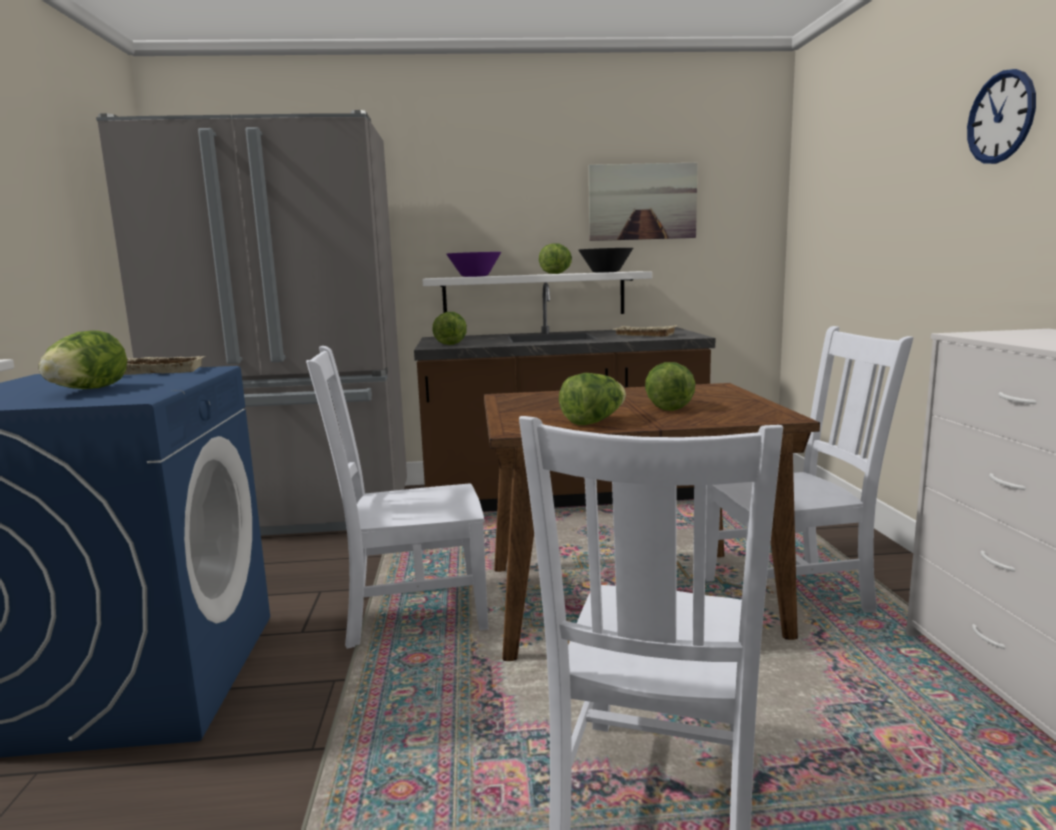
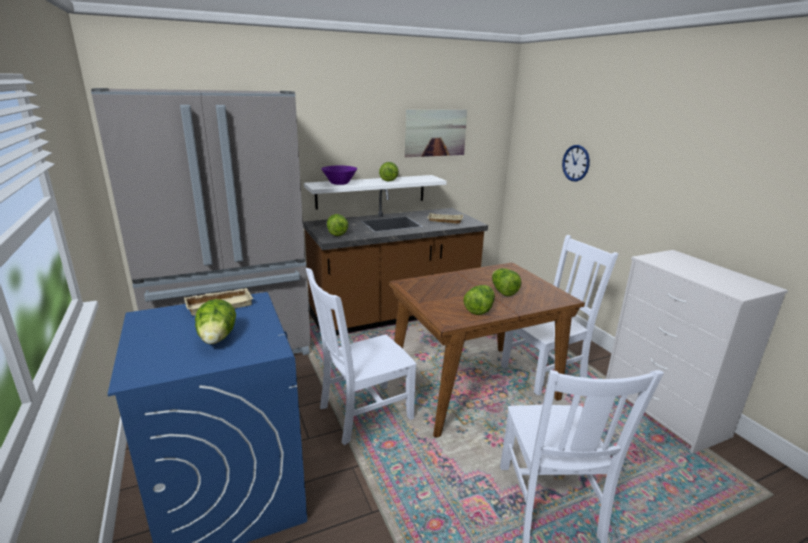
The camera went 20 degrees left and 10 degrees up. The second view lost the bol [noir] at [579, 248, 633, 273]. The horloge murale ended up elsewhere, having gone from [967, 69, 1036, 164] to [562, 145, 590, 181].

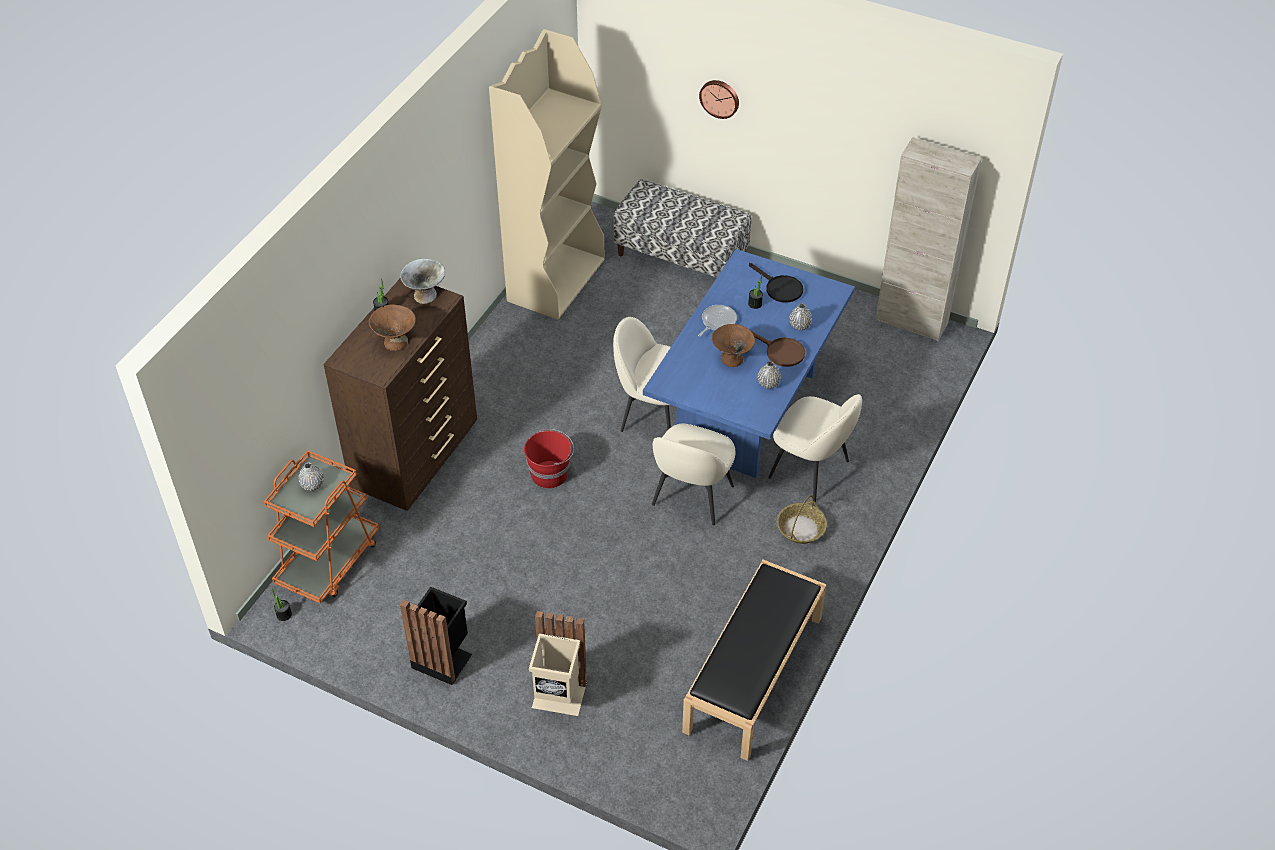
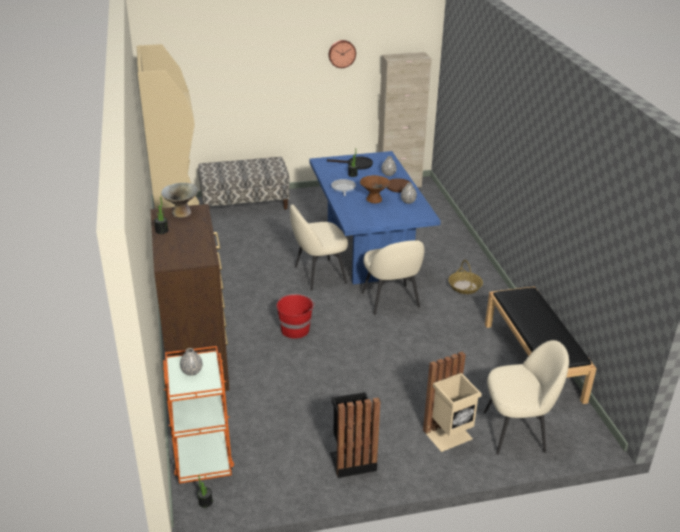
The camera went 40 degrees left and 15 degrees down. The second view lost the bol [marron] at [369, 304, 416, 351]. The horloge murale ended up elsewhere, having gone from [699, 80, 739, 119] to [329, 40, 356, 68]. The chaise [beige] ended up elsewhere, having gone from [768, 394, 862, 502] to [484, 340, 569, 455].

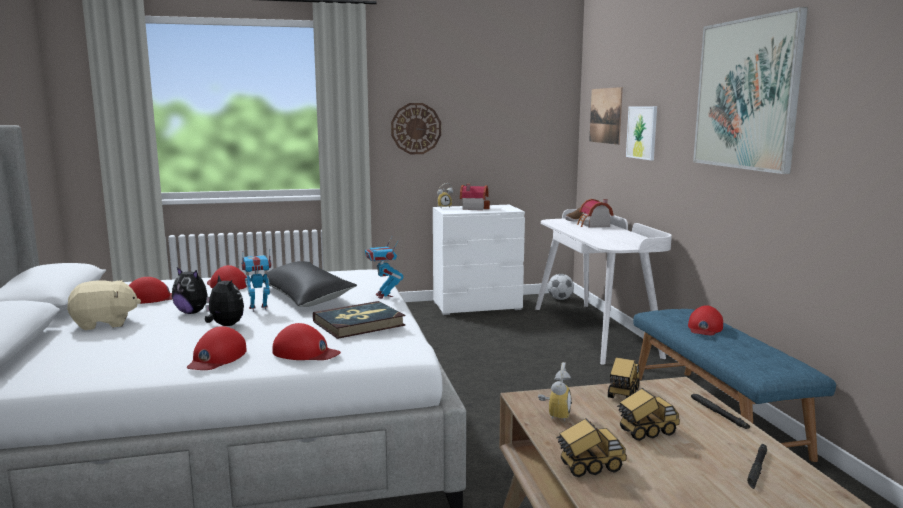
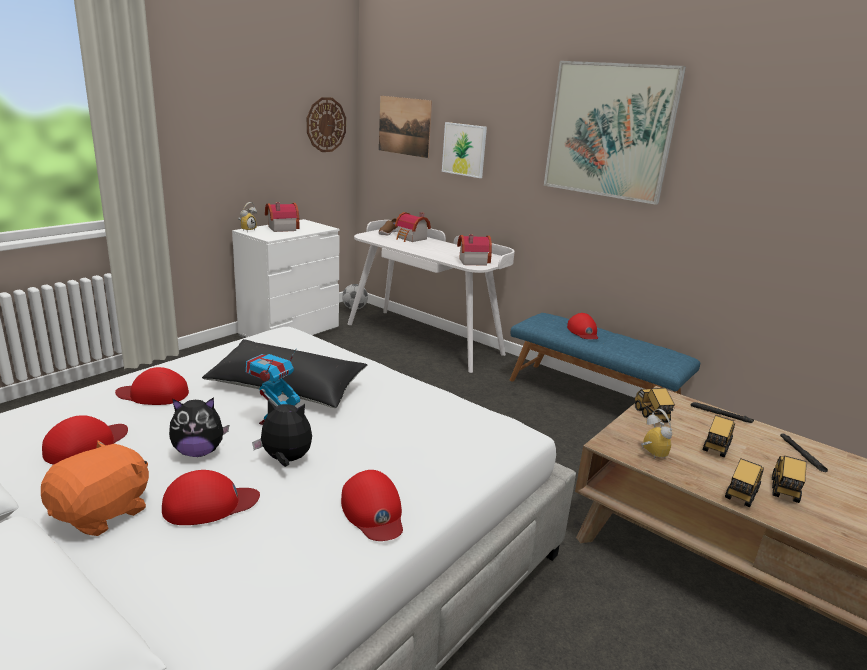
The camera went 40 degrees left and 10 degrees up. The second view lost the livre at [313, 301, 406, 339]. The second view lost the robot jouet at [365, 237, 403, 299]. The second view gained the maison miniature at [457, 234, 492, 266]. The second view gained the camion jouet at [772, 456, 807, 503]. The casquette [rouge] ended up elsewhere, having gone from [272, 323, 341, 360] to [162, 470, 260, 525]. The horloge murale ended up elsewhere, having gone from [391, 103, 441, 154] to [307, 97, 346, 152]. What was the peluche [beige] at [67, 280, 141, 330] turned into the peluche [orange] at [41, 441, 149, 536].

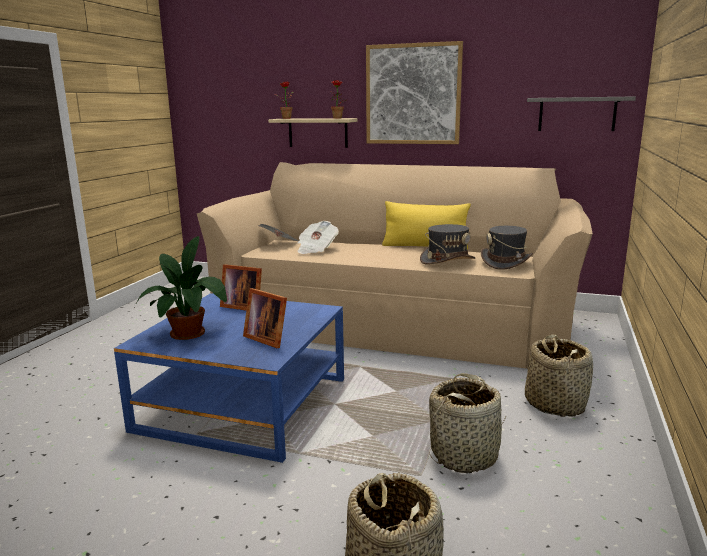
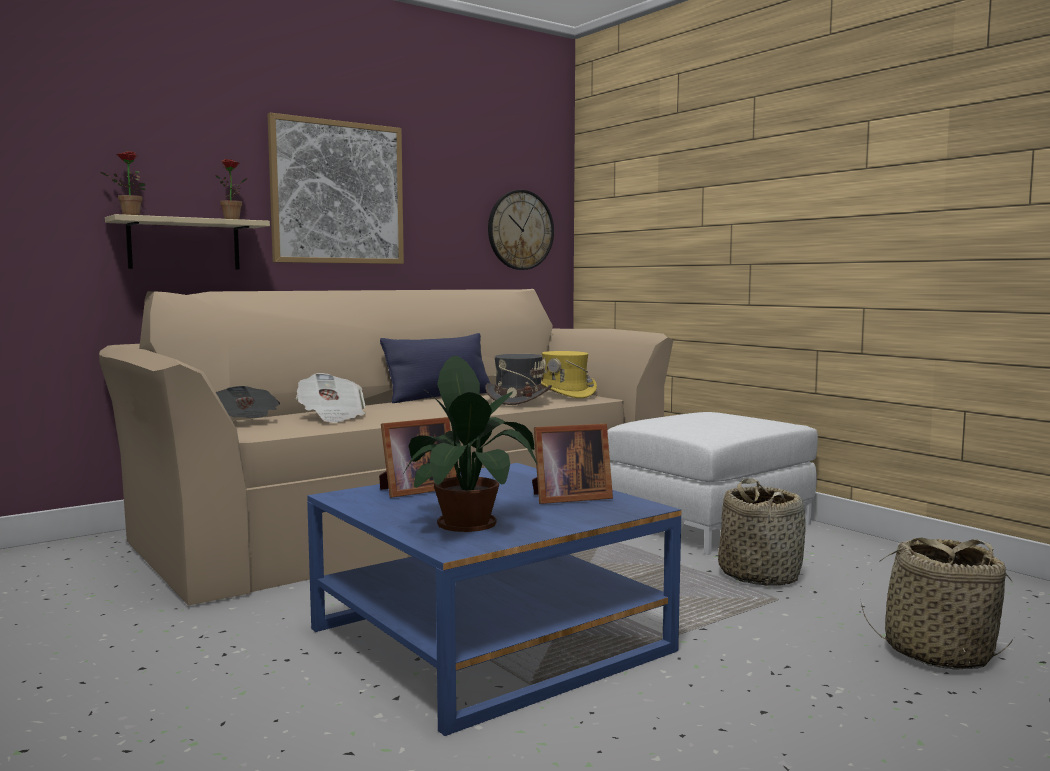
The camera went 55 degrees left and 10 degrees down. Where the panier stood at [525, 334, 593, 417], the pouf [blanc] came to stand at [607, 412, 818, 555]. Where the étagère [gris] hung at [527, 96, 636, 131], the horloge murale came to hang at [488, 190, 554, 270]. What was the coussin [jaune] at [382, 201, 471, 250] turned into the coussin [bleu] at [380, 333, 490, 403]. What was the chapeau [gris] at [481, 226, 533, 270] turned into the chapeau [jaune] at [541, 351, 597, 398].

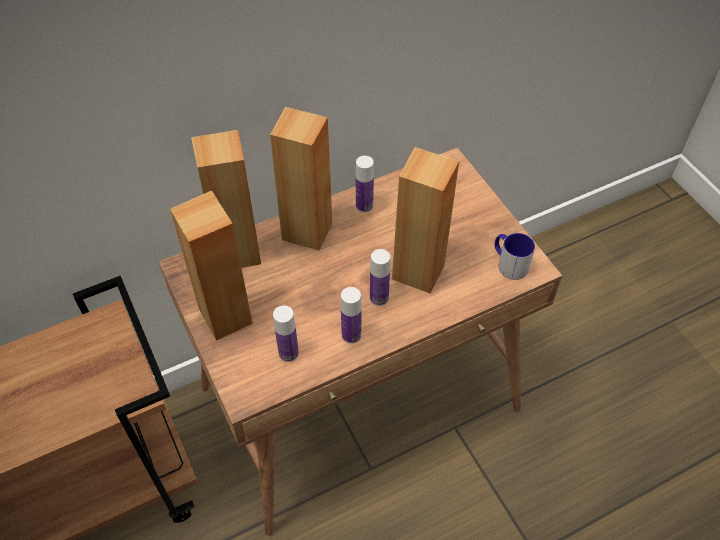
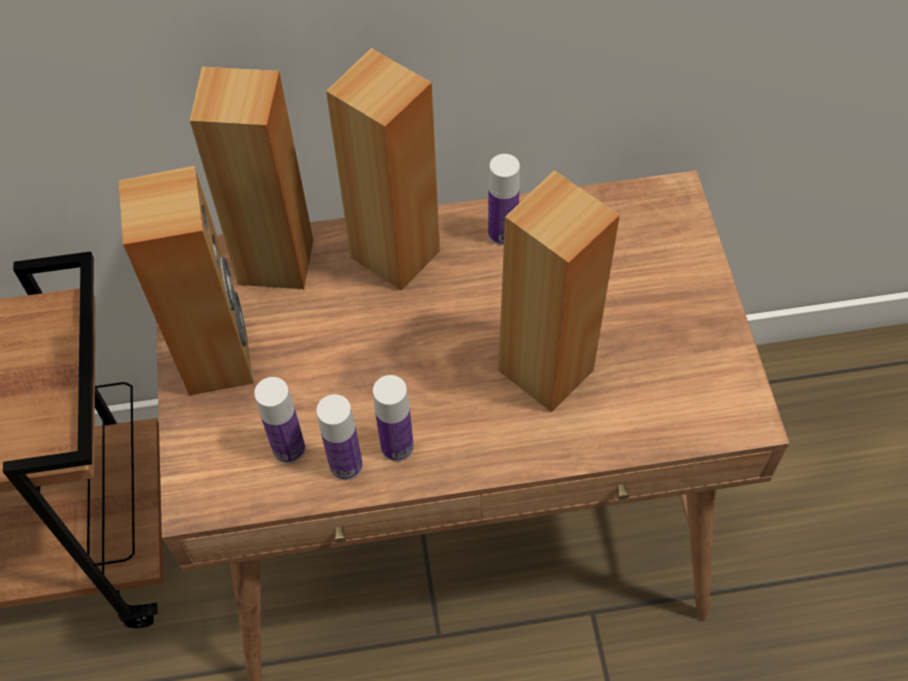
The camera went 20 degrees right and 5 degrees up. The second view lost the mug at [495, 233, 535, 280]. The bouteille ended up elsewhere, having gone from [370, 249, 390, 306] to [317, 394, 363, 480].

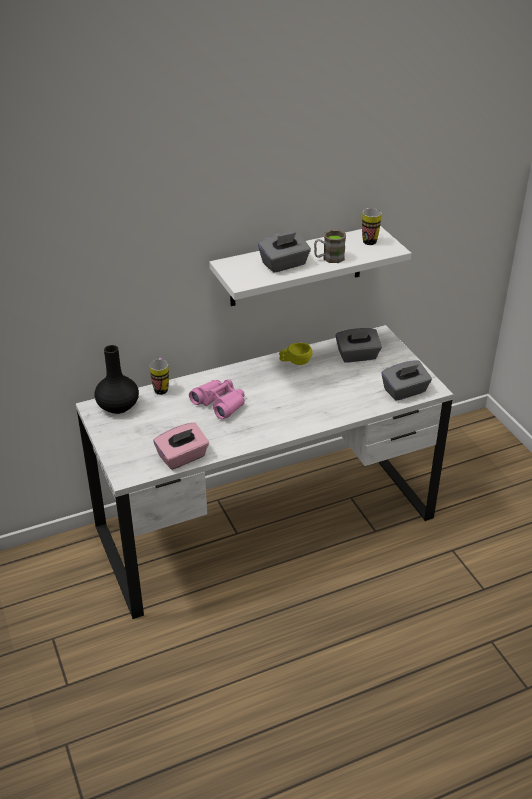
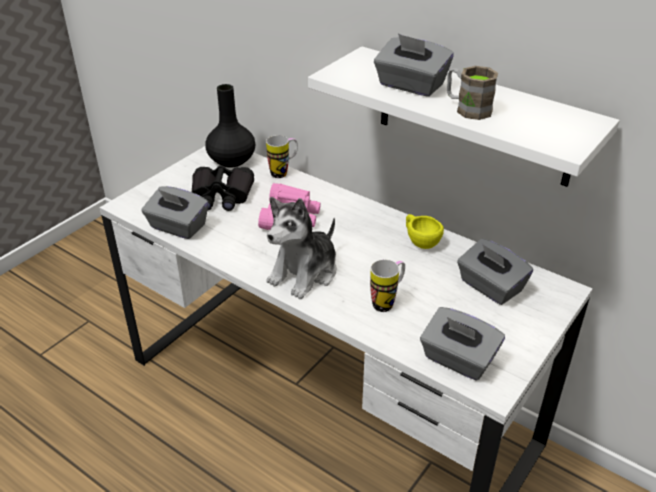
The camera went 60 degrees right and 0 degrees up. The second view gained the jumelles [noir] at [192, 165, 254, 211]. The second view gained the peluche at [266, 197, 336, 299]. The mug ended up elsewhere, having gone from [362, 208, 381, 245] to [370, 260, 405, 312]. What was the boîte à mouchoirs [rose] at [153, 423, 209, 470] turned into the boîte à mouchoirs [gris] at [142, 186, 208, 239].

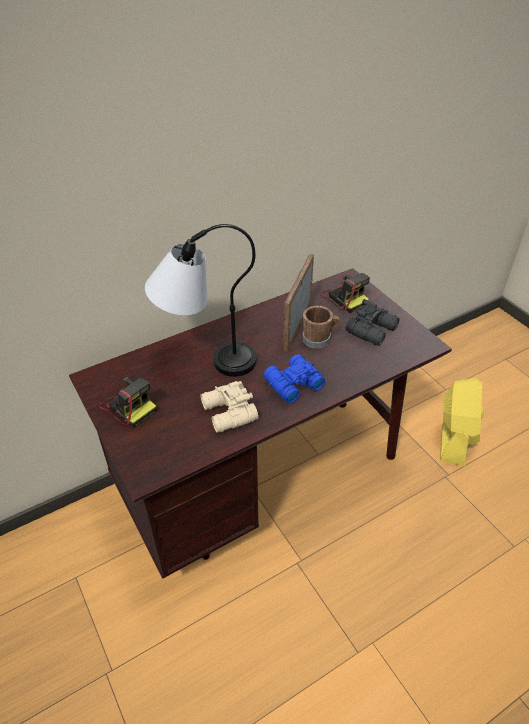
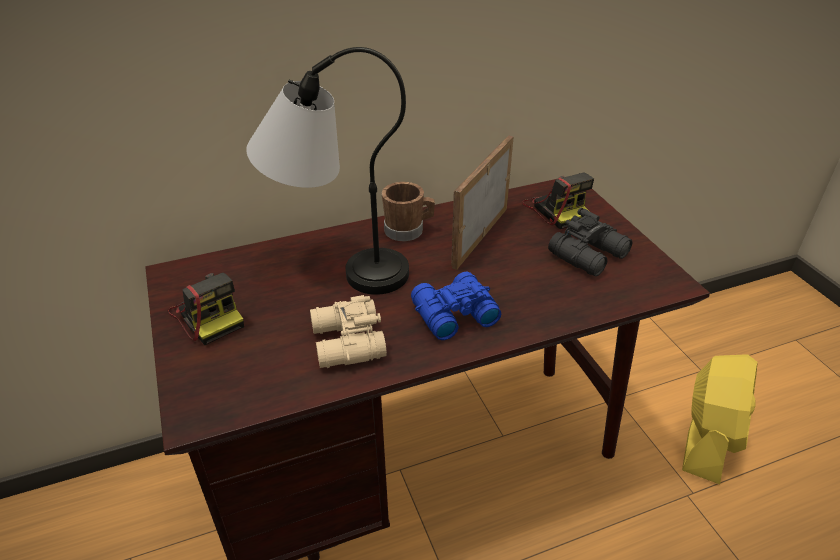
The camera went 10 degrees right and 5 degrees down. The mug [marron] ended up elsewhere, having gone from [302, 306, 340, 349] to [381, 182, 435, 241].

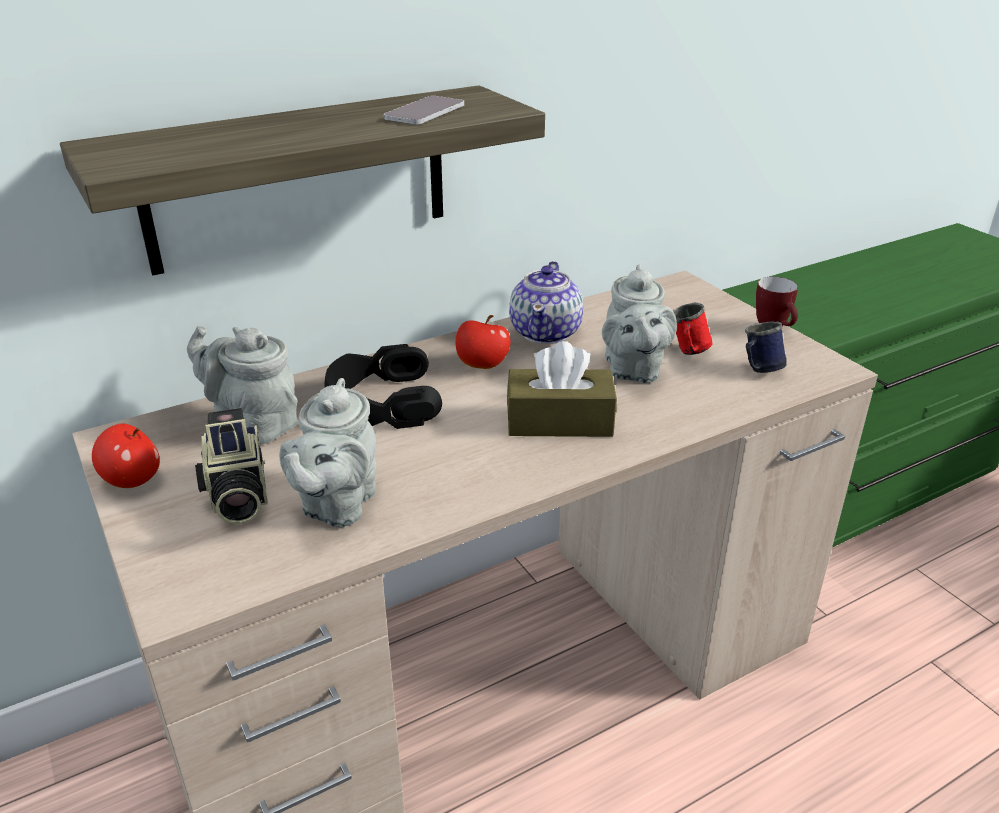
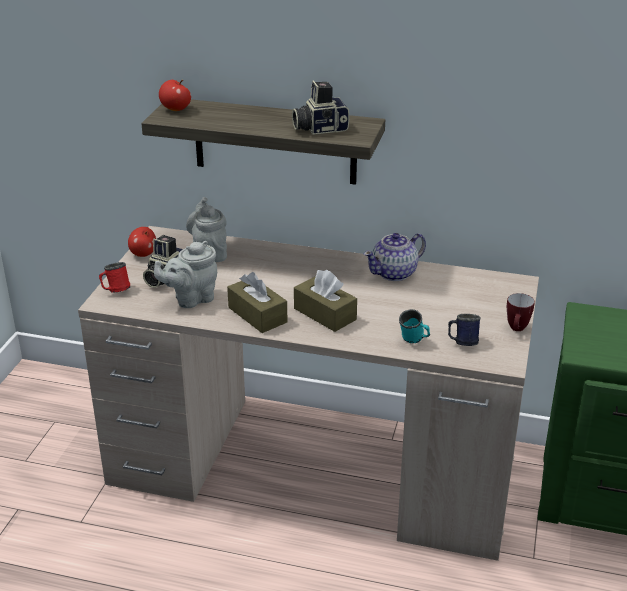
The camera went 45 degrees right and 0 degrees up. The second view lost the casque audio [noir] at [324, 344, 442, 429]. The second view lost the théière [gris] at [602, 264, 677, 383]. The second view gained the boîte à mouchoirs [marron] at [227, 272, 287, 333]. The second view gained the mug [turquoise] at [399, 309, 430, 343]. The pomme ended up elsewhere, having gone from [456, 315, 510, 369] to [159, 80, 191, 111]. The mug [rouge] ended up elsewhere, having gone from [673, 303, 713, 355] to [99, 262, 130, 293]. Where the téléphone stood at [384, 96, 464, 125], the appareil photo came to stand at [292, 80, 349, 135].

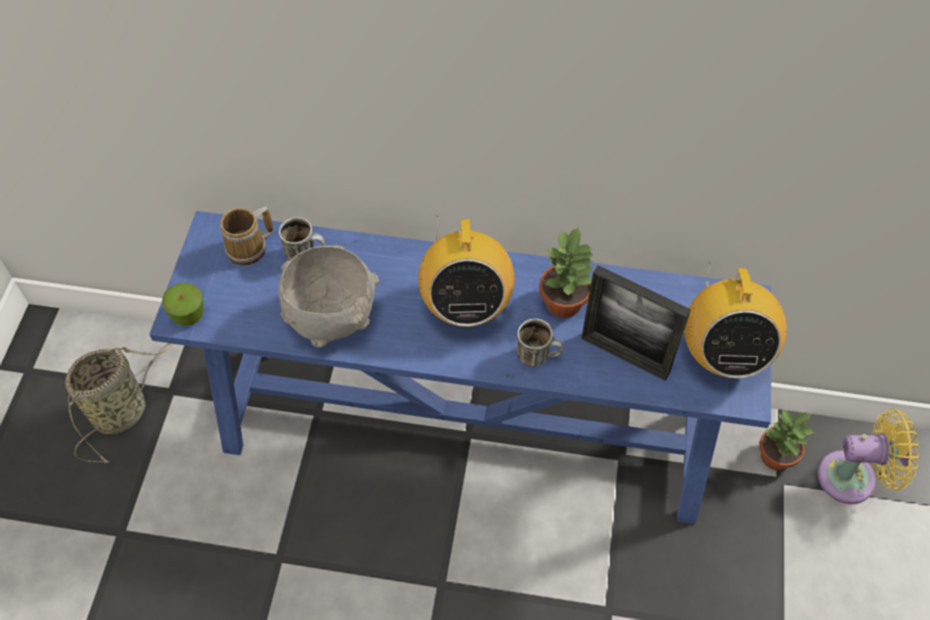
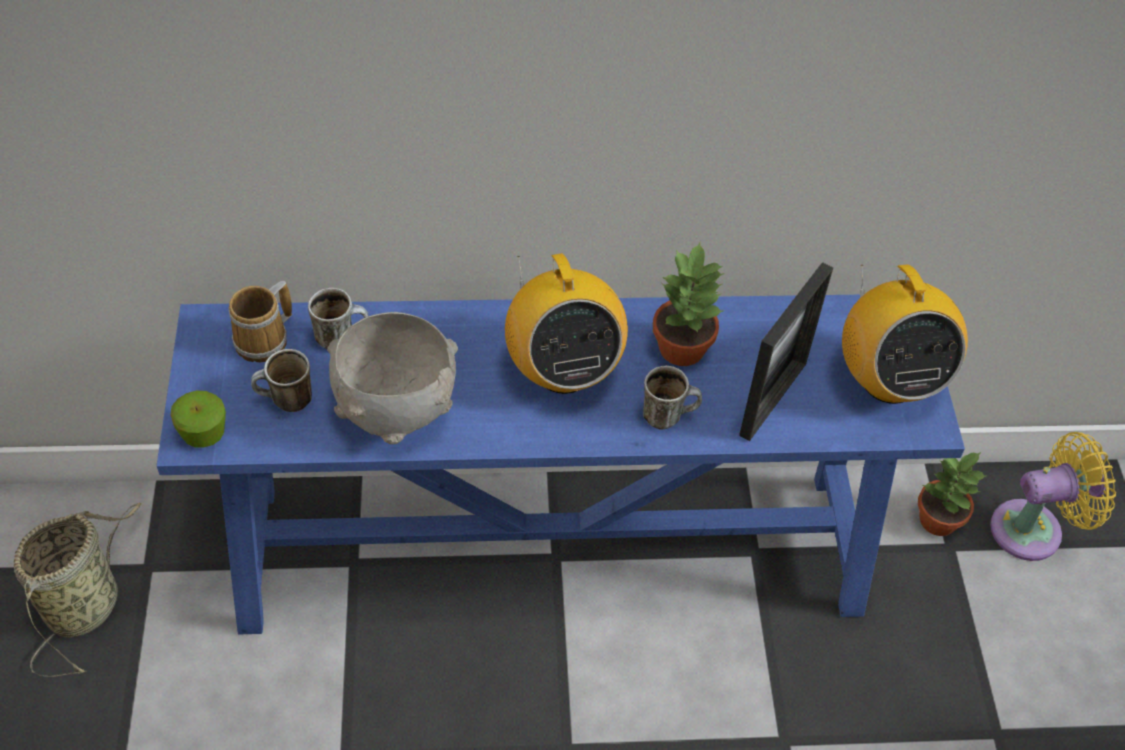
The camera went 15 degrees left and 5 degrees down. The second view gained the mug at [251, 349, 312, 412]. The cadre photo at [581, 265, 691, 381] ended up facing another way, 75 degrees counterclockwise from before.

